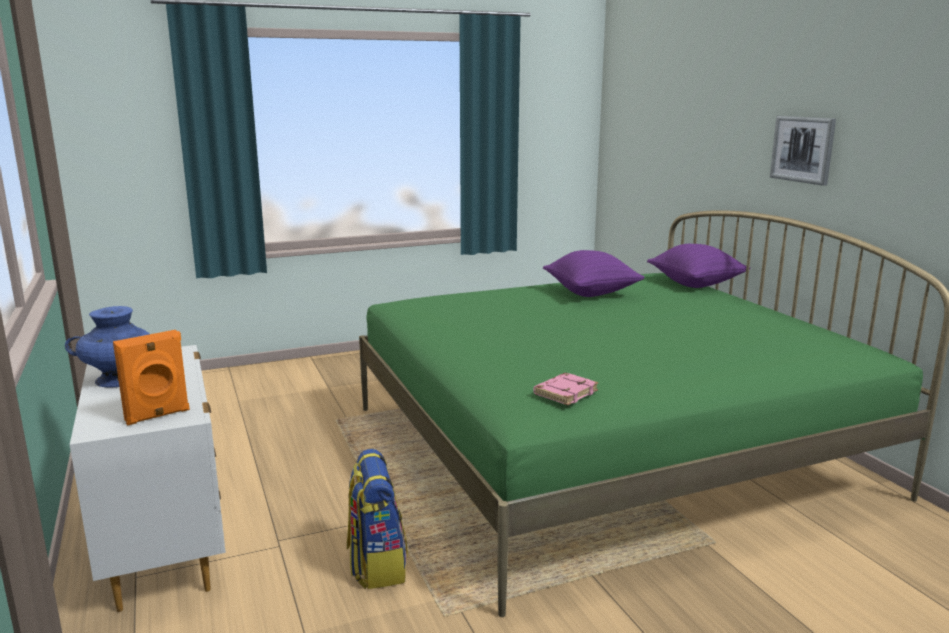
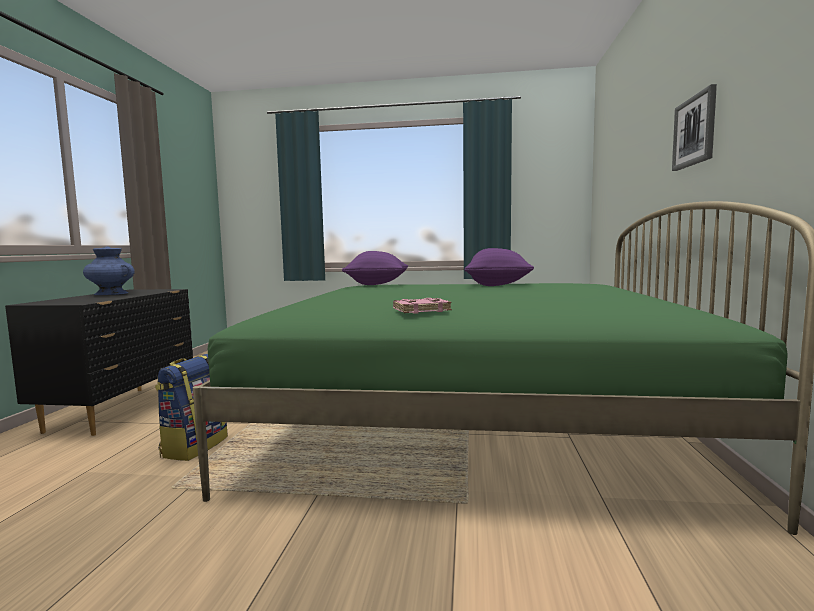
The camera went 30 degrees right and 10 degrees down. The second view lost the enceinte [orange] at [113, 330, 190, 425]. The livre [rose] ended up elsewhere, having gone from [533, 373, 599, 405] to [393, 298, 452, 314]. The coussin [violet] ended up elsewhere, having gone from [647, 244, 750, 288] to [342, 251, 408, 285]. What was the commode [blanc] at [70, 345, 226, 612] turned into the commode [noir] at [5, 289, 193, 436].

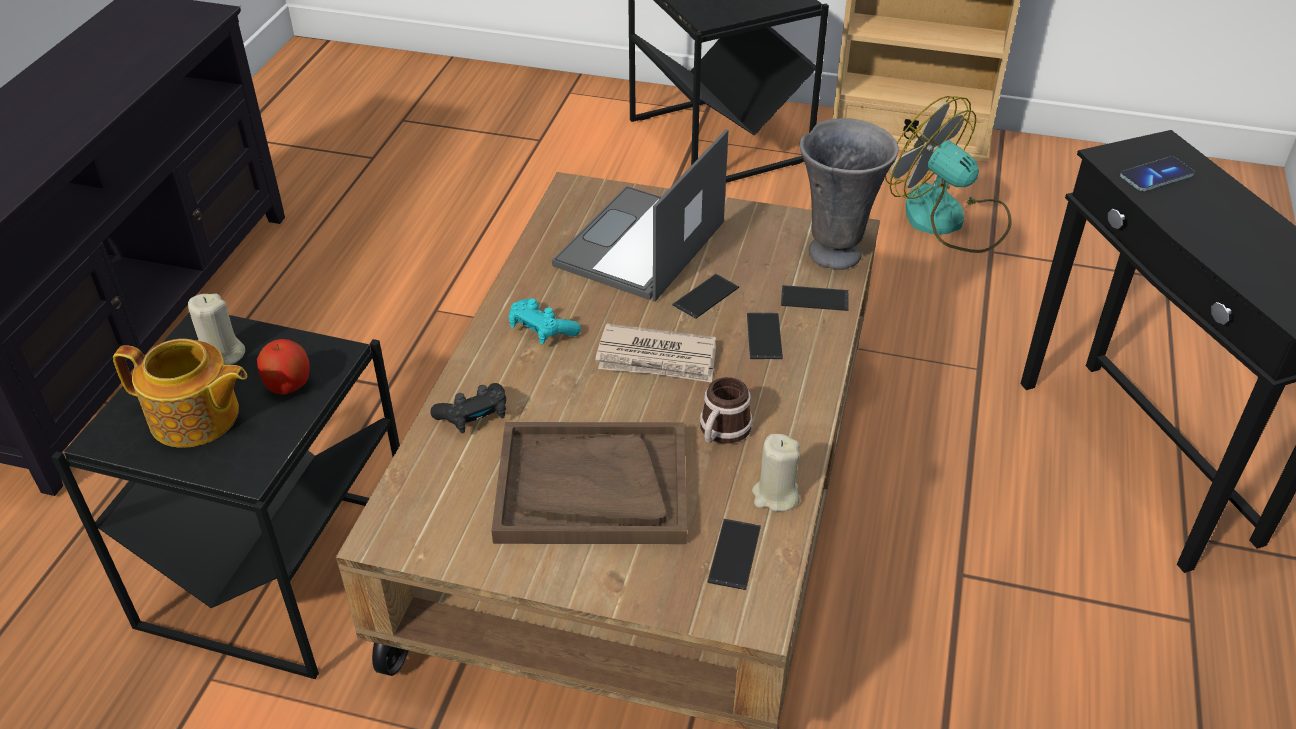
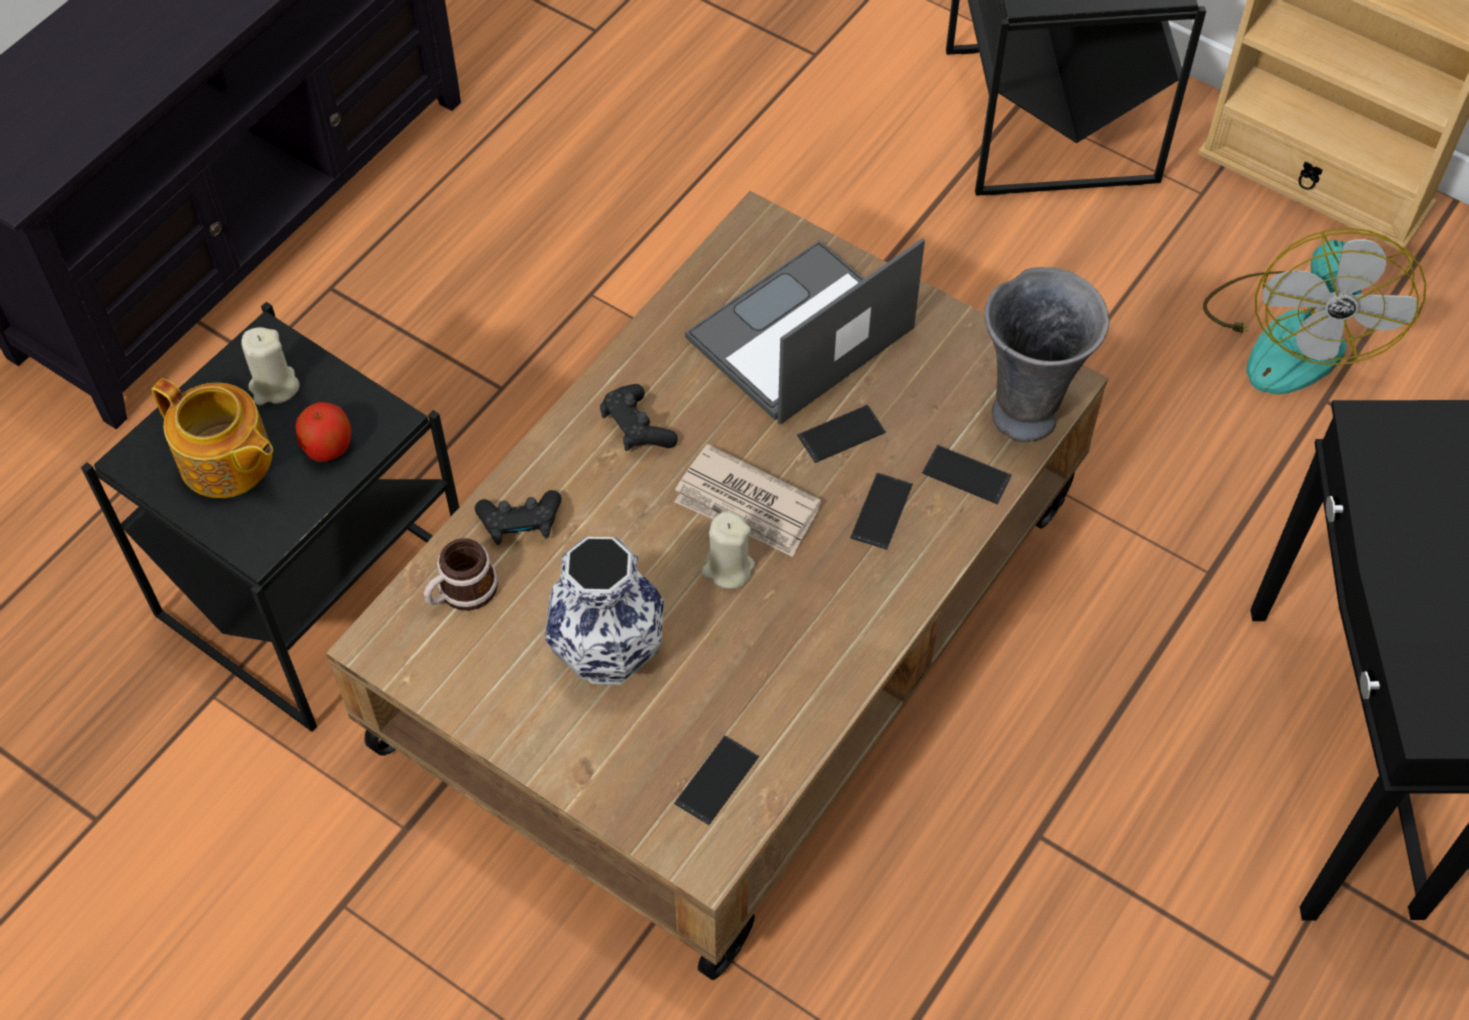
The camera went 20 degrees right and 15 degrees up. The second view lost the téléphone at [1120, 157, 1195, 191]. The mug ended up elsewhere, having gone from [700, 377, 752, 444] to [424, 538, 498, 611]. The bougie [beige] ended up elsewhere, having gone from [752, 434, 800, 512] to [701, 512, 755, 589]. Where the plateau [marron] stood at [491, 422, 687, 544], the vase came to stand at [545, 537, 663, 685]. What was the manette [turquoise] at [508, 298, 581, 344] turned into the manette [noir] at [600, 384, 678, 451]. The ventilateur at [885, 96, 1011, 253] ended up facing another way, 150 degrees counterclockwise from before.

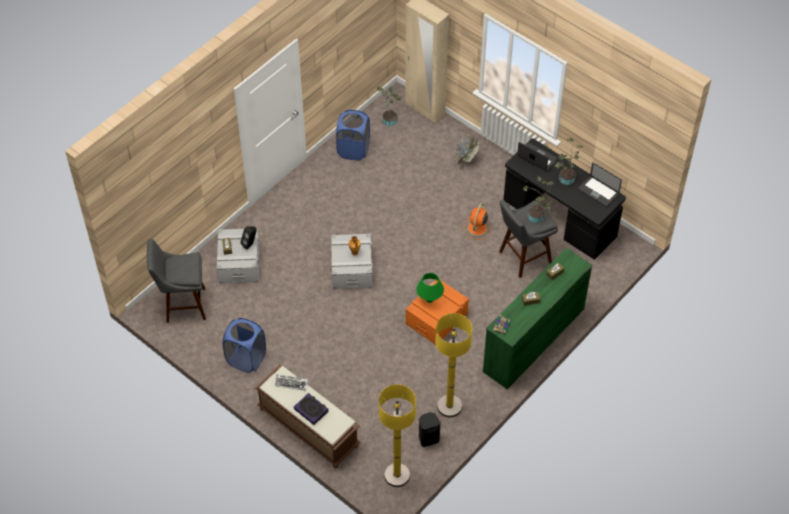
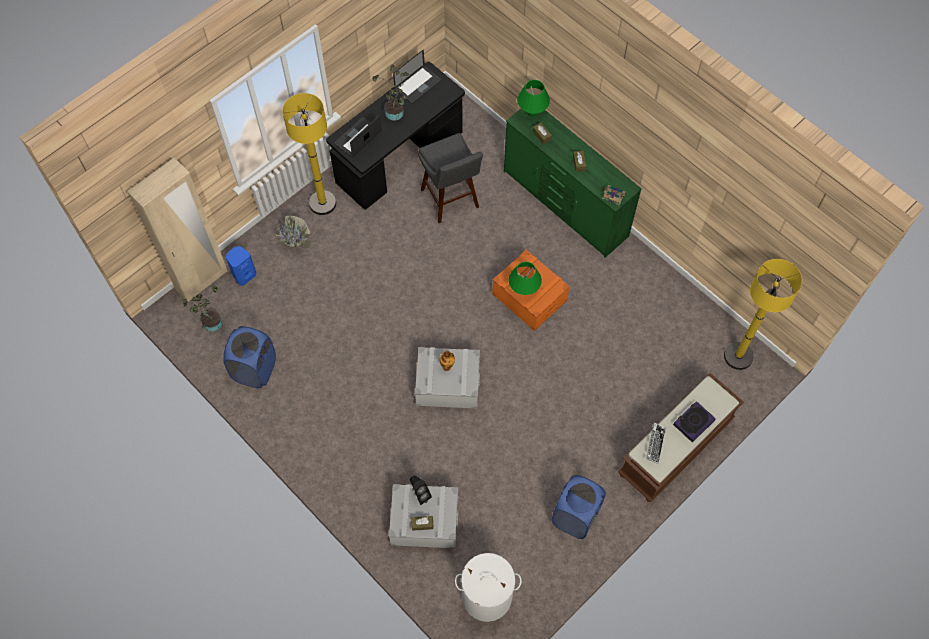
The camera went 85 degrees left and 10 degrees up. The second view lost the enceinte [noir] at [419, 412, 441, 447]. The second view lost the ventilateur [orange] at [463, 203, 491, 240]. The second view lost the plante en pot at [523, 176, 554, 223]. The second view gained the enceinte [bleu] at [226, 246, 256, 286]. The second view gained the lampe de table [vert] at [517, 80, 550, 117]. The lampadaire [jaune] ended up elsewhere, having gone from [435, 313, 472, 417] to [282, 93, 336, 215]. Where the tabouret [gris] stood at [147, 239, 206, 323], the panier à linge [blanc] came to stand at [455, 553, 522, 622].

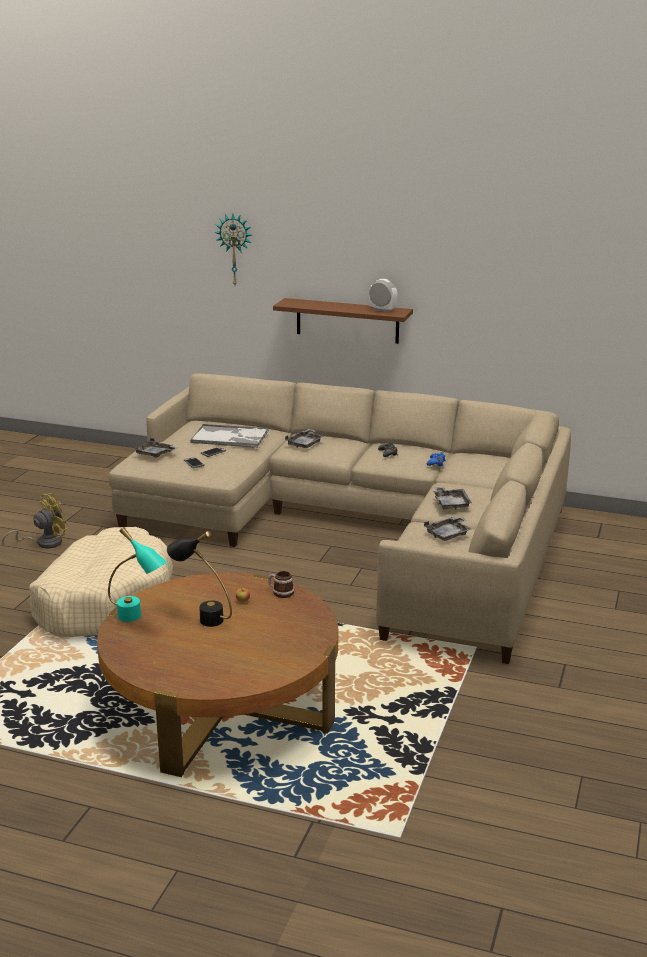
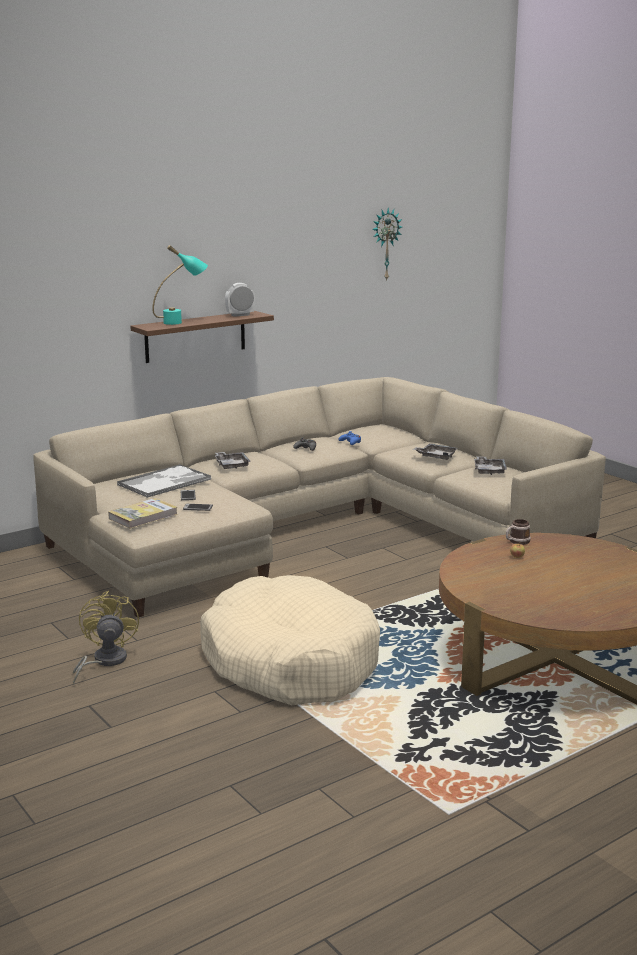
The camera went 55 degrees left and 5 degrees down. The second view lost the lampe de table [noir] at [167, 531, 232, 627]. The lampe de table [turquoise] ended up elsewhere, having gone from [108, 527, 167, 622] to [152, 245, 208, 325]. The horloge murale ended up elsewhere, having gone from [214, 213, 251, 285] to [372, 208, 402, 281]. Where the plateau [gris] stood at [134, 438, 178, 458], the livre came to stand at [108, 498, 178, 529].

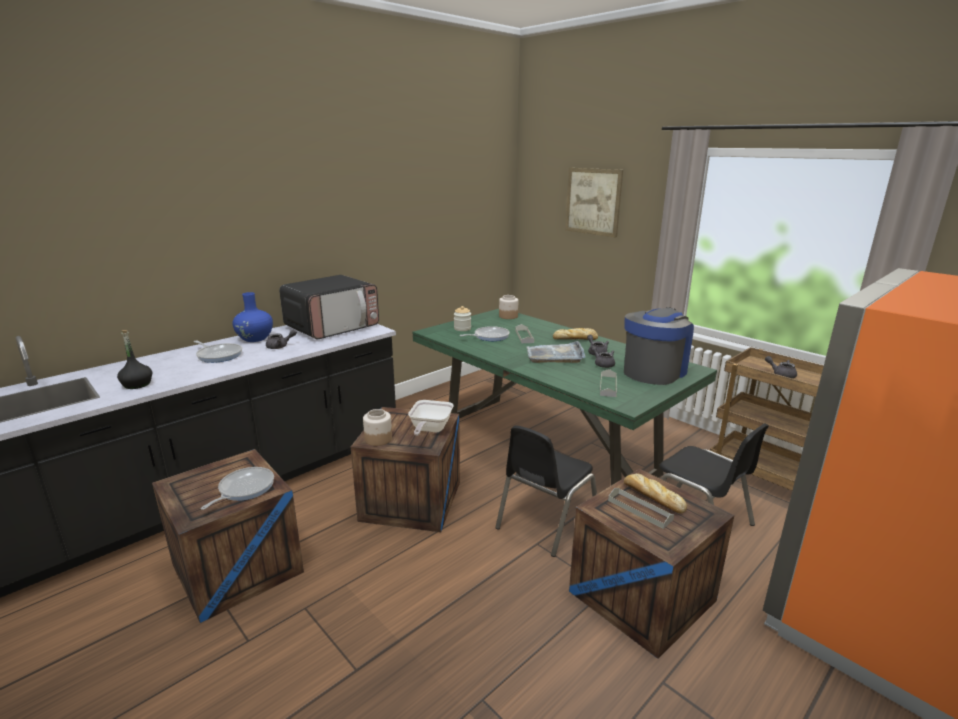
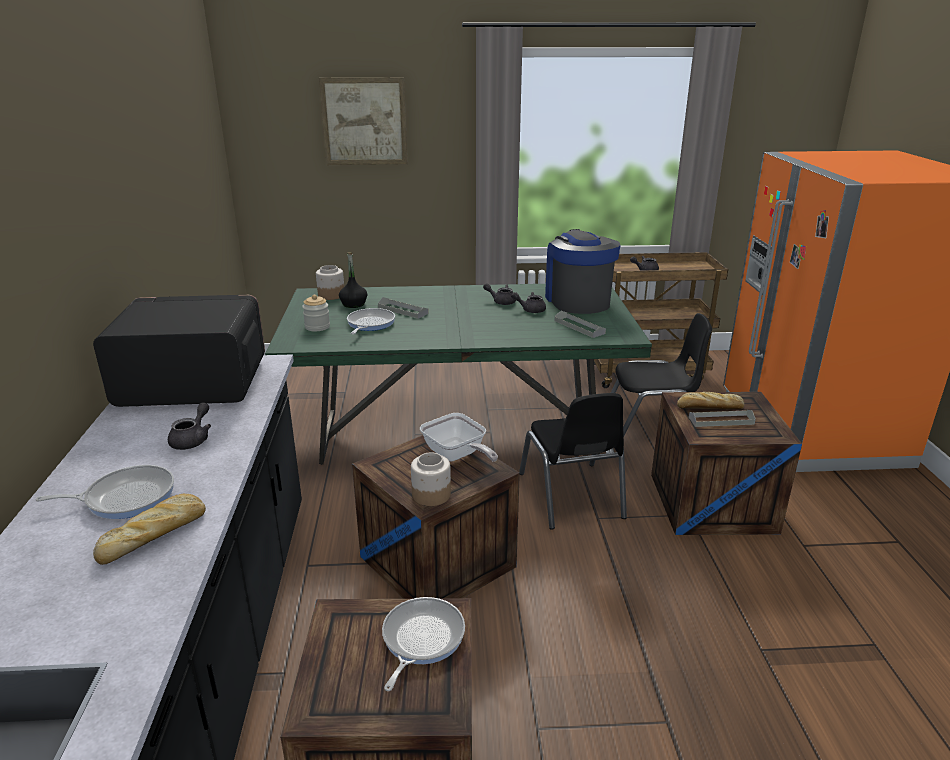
The camera went 50 degrees left and 5 degrees up. The second view lost the vase [bleu] at [232, 292, 273, 342]. The second view lost the plateau [gris] at [526, 341, 586, 363]. The bouteille [noir] ended up elsewhere, having gone from [117, 330, 152, 389] to [339, 252, 367, 308]. The pain ended up elsewhere, having gone from [553, 328, 598, 340] to [93, 494, 206, 565]. The poêle at [201, 467, 274, 510] ended up facing another way, 45 degrees clockwise from before. The micro-ondes at [279, 275, 379, 340] ended up facing another way, 90 degrees counterclockwise from before.

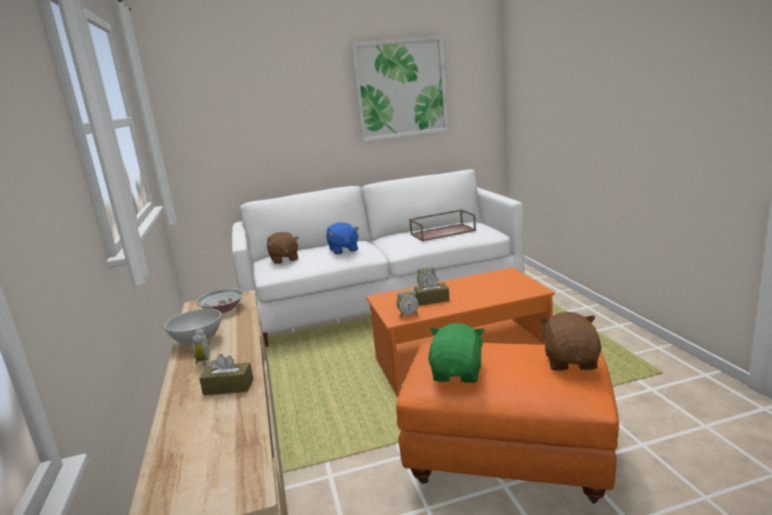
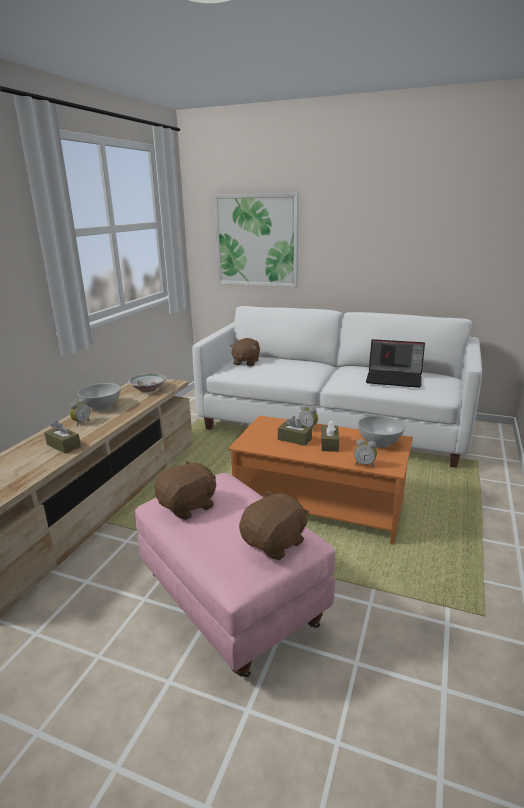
The camera went 35 degrees right and 5 degrees up. The second view lost the peluche [bleu] at [326, 222, 359, 255]. The second view gained the boîte à mouchoirs [marron] at [321, 420, 339, 452]. The second view gained the bol [blanc] at [358, 415, 405, 448]. The tableau ended up elsewhere, having gone from [351, 36, 449, 142] to [214, 193, 299, 287]. The réveil ended up elsewhere, having gone from [396, 289, 419, 318] to [354, 439, 377, 468]. Where the plateau [marron] stood at [409, 209, 476, 241], the ordinateur portable came to stand at [366, 339, 425, 388]. What was the pouf [orange] at [396, 342, 619, 504] turned into the pouf [rose] at [135, 473, 335, 678]. What was the peluche [vert] at [428, 323, 485, 383] turned into the peluche [marron] at [154, 460, 216, 520].

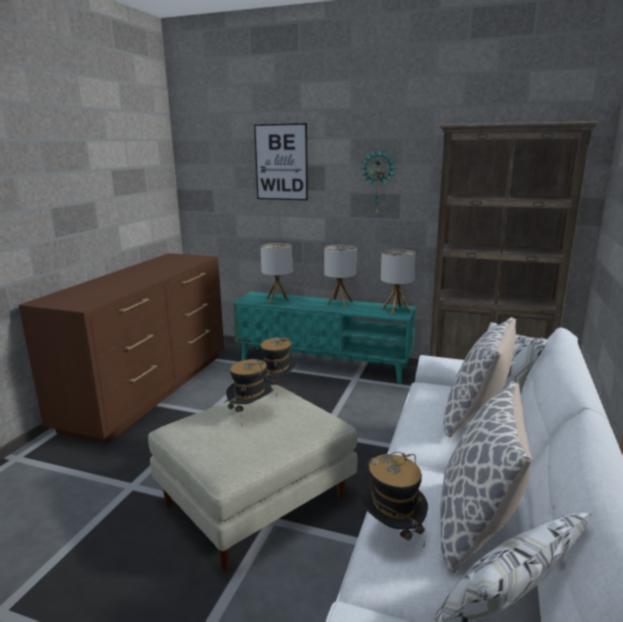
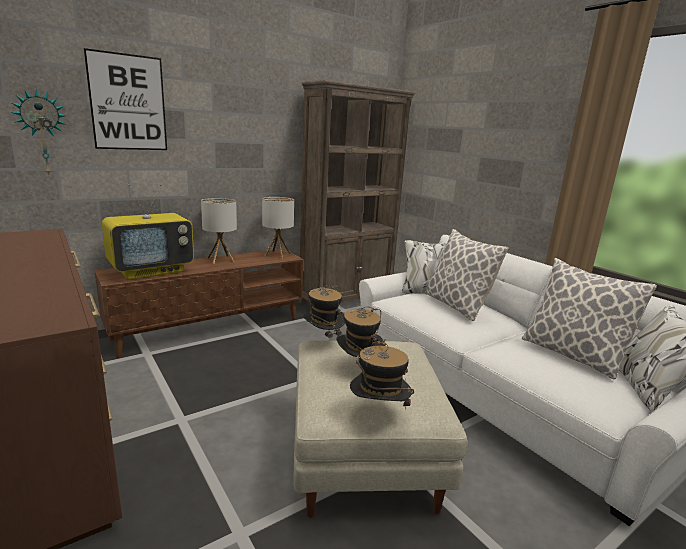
The camera went 55 degrees left and 0 degrees up. The chapeau ended up elsewhere, having gone from [359, 452, 428, 546] to [350, 339, 414, 410]. The horloge murale ended up elsewhere, having gone from [360, 150, 396, 217] to [11, 89, 66, 175]. Where the lampe de table stood at [260, 243, 292, 304], the téléviseur came to stand at [102, 184, 194, 280]. What was the meuble télé [turquoise] at [233, 292, 416, 383] turned into the meuble télé [marron] at [94, 249, 303, 358].

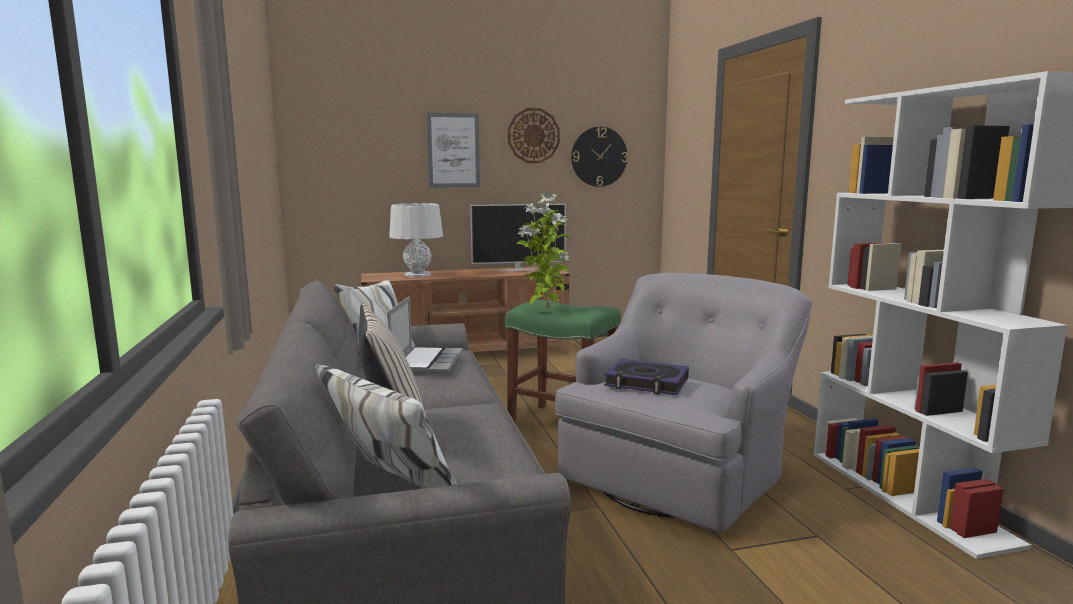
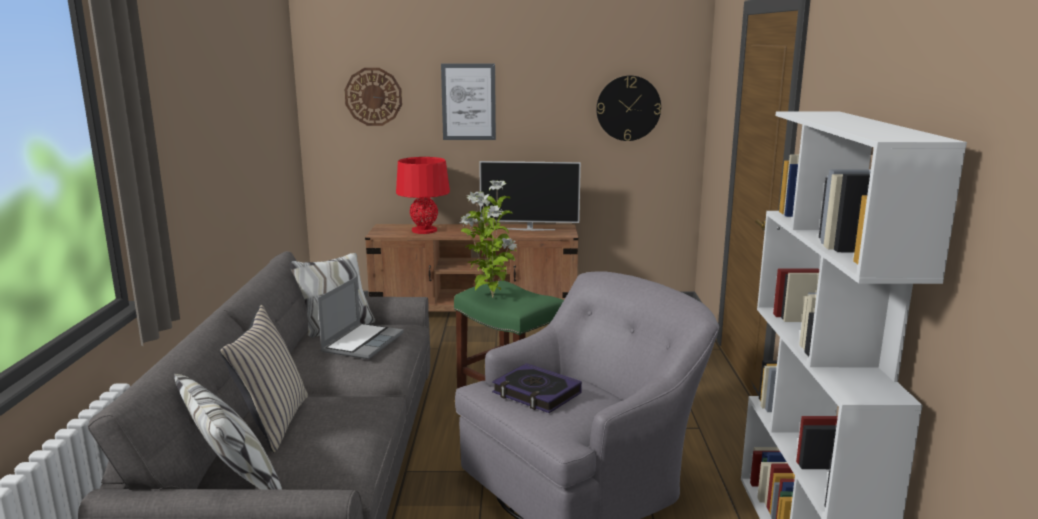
The camera went 15 degrees right and 5 degrees up. The horloge murale ended up elsewhere, having gone from [508, 108, 560, 163] to [344, 68, 402, 126]. What was the lampe de table [gris] at [389, 203, 443, 278] turned into the lampe de table [rouge] at [396, 157, 450, 234].

